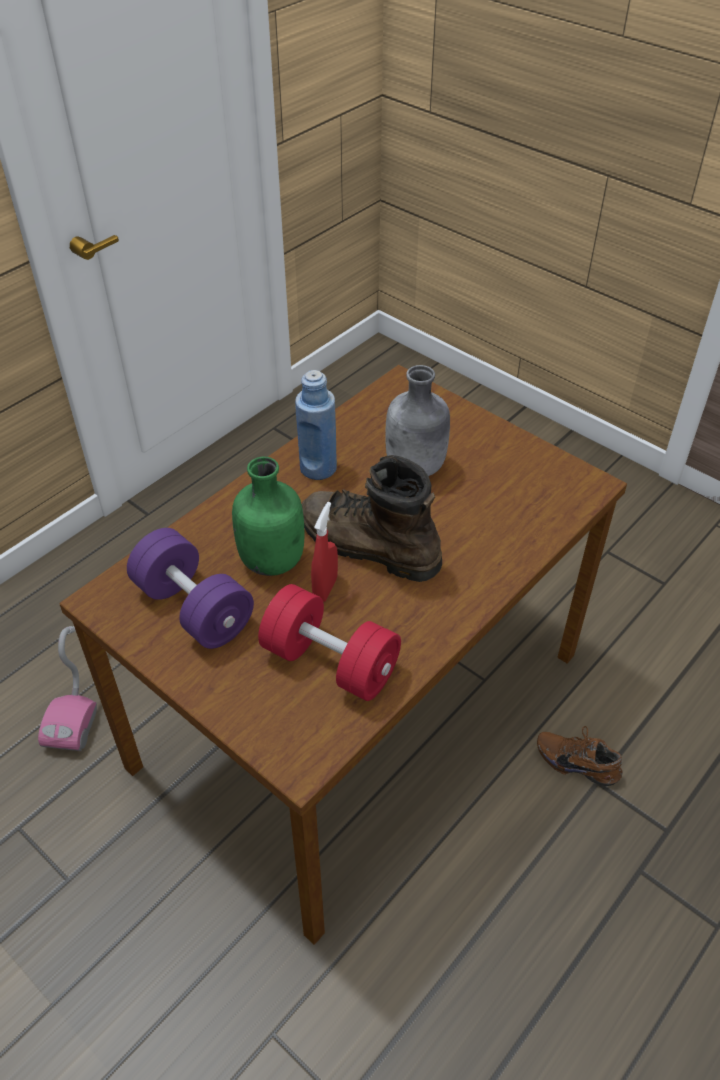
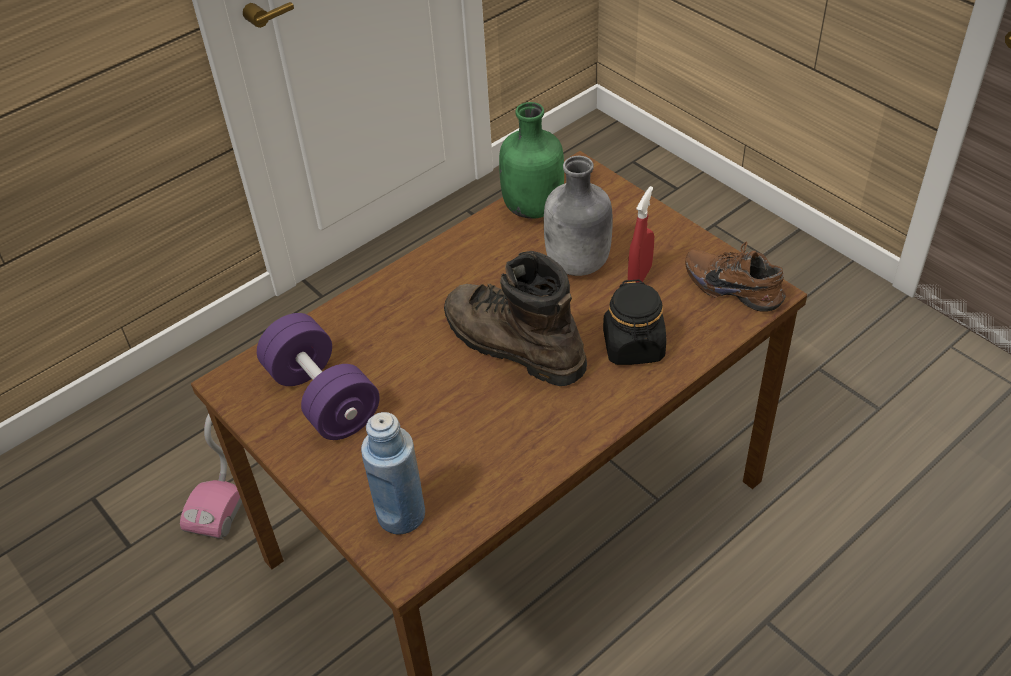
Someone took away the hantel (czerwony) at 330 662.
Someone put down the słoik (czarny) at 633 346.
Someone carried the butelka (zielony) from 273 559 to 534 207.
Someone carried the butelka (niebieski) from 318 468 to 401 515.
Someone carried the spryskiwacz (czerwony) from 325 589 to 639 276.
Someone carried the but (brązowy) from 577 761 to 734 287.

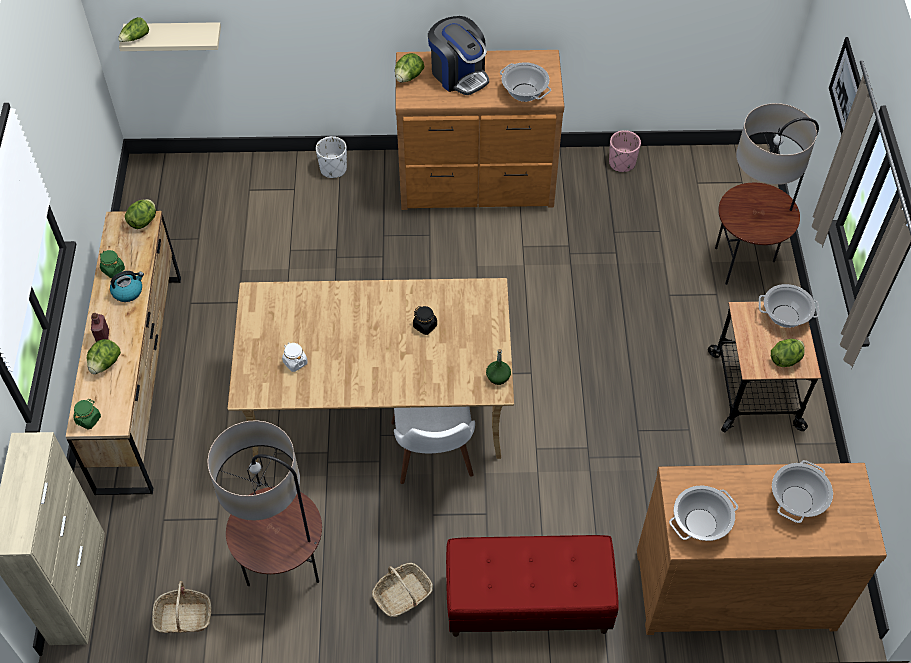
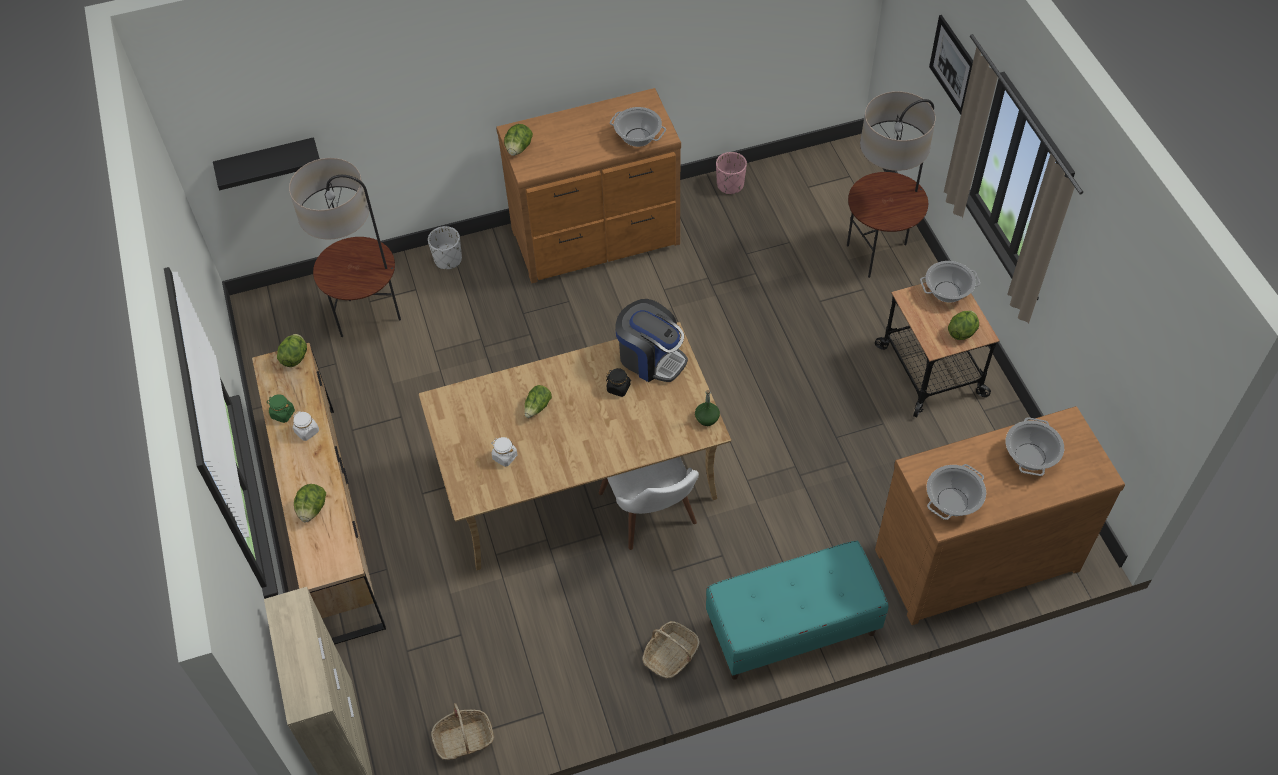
Someone took away the słoik (zielony) at 88 419.
Someone took away the butelka (czerwony) at 103 337.
Someone carried the sałata from 135 38 to 537 407.
Someone carried the lampa stojąca from 284 570 to 369 318.
Someone carried the ekspres do kawy from 459 74 to 651 358.
Someone swapped the czajnik at 128 291 for the słoik (biały) at 307 431.
Someone repainted the półka (beżowy) at 174 35, which became the półka (czarny) at 267 161.
Someone repainted the ławka (czerwony) at 527 604, which became the ławka (turkusowy) at 792 629.

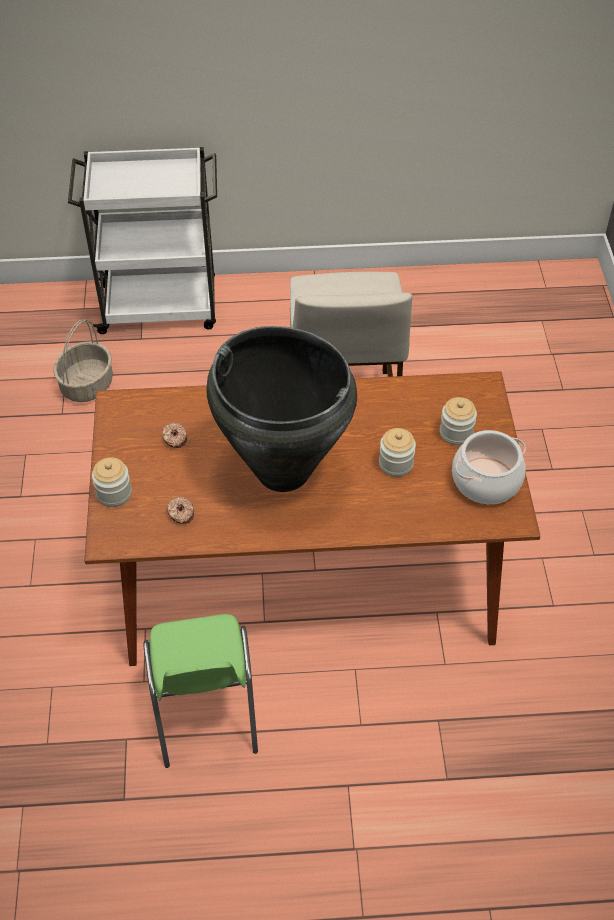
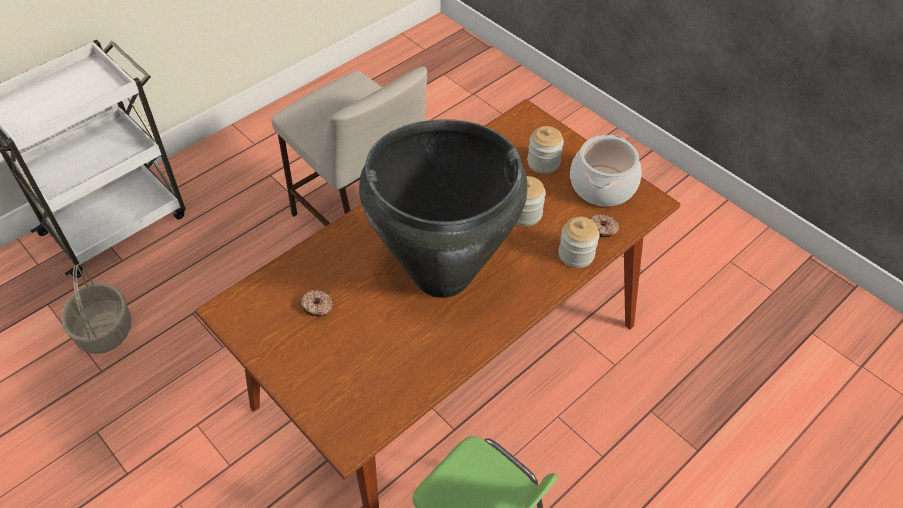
Someone carried the słoik from 114 493 to 576 254.
Someone carried the donut from 180 513 to 602 229.

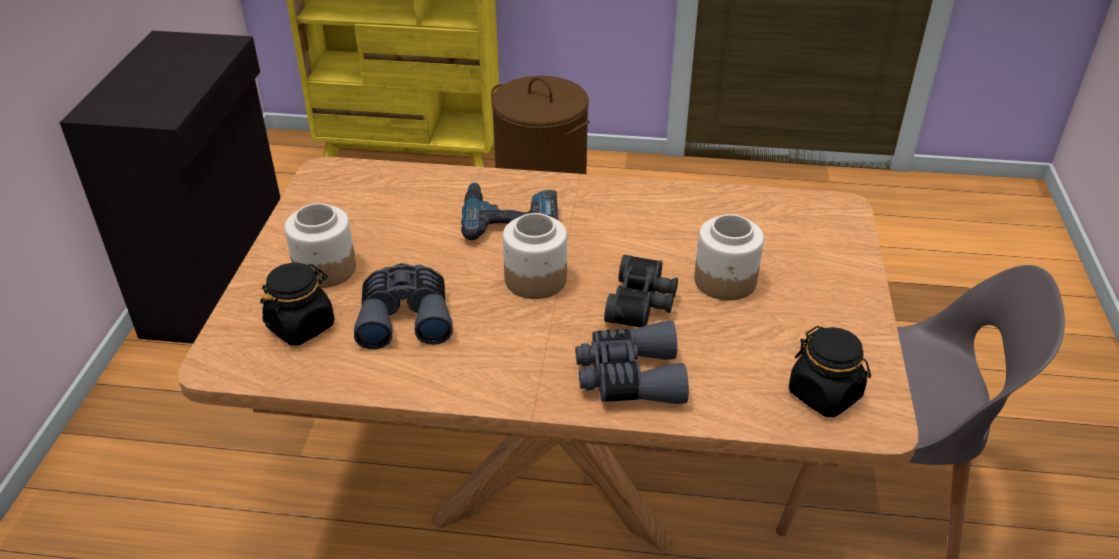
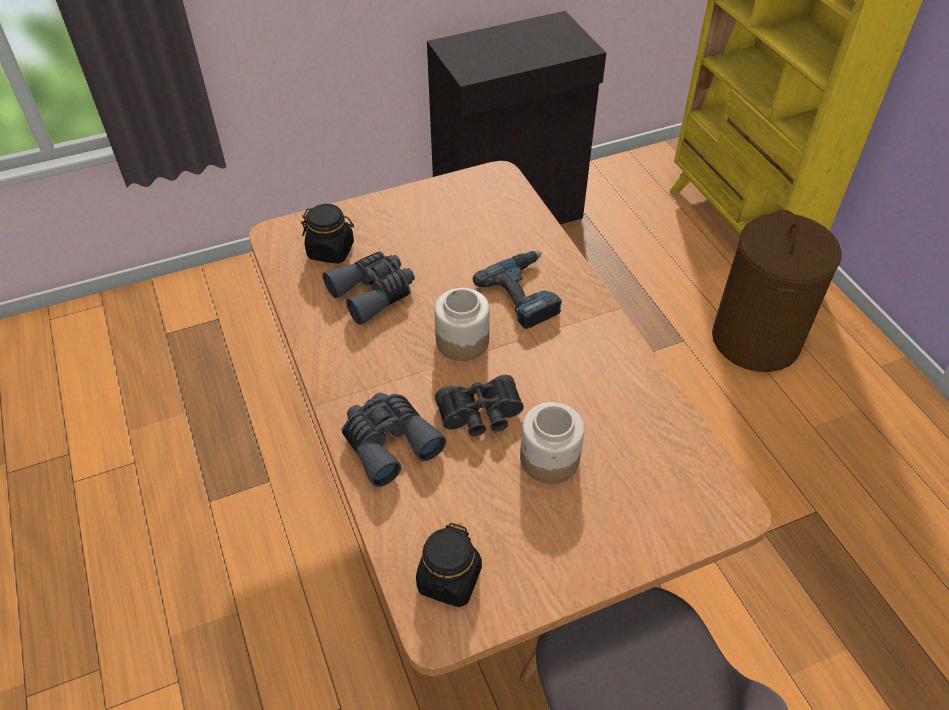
Someone took away the słoik at 324 269.

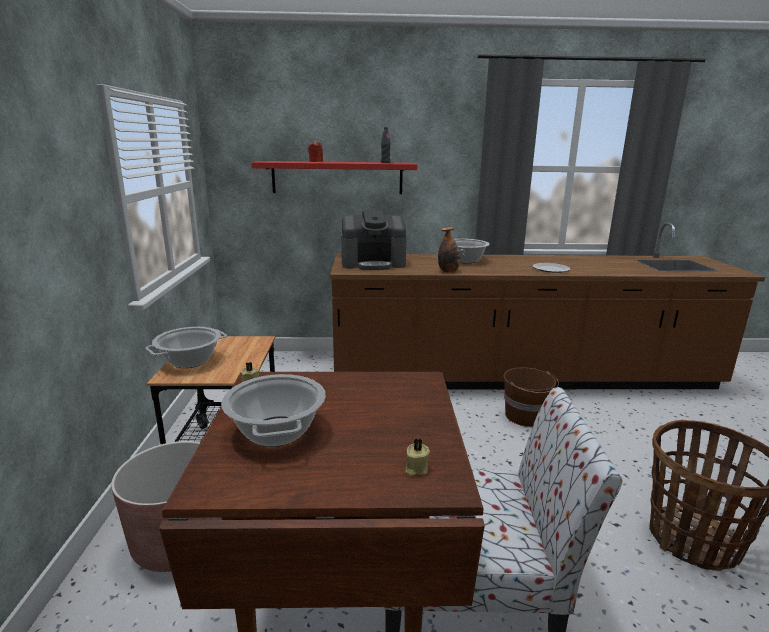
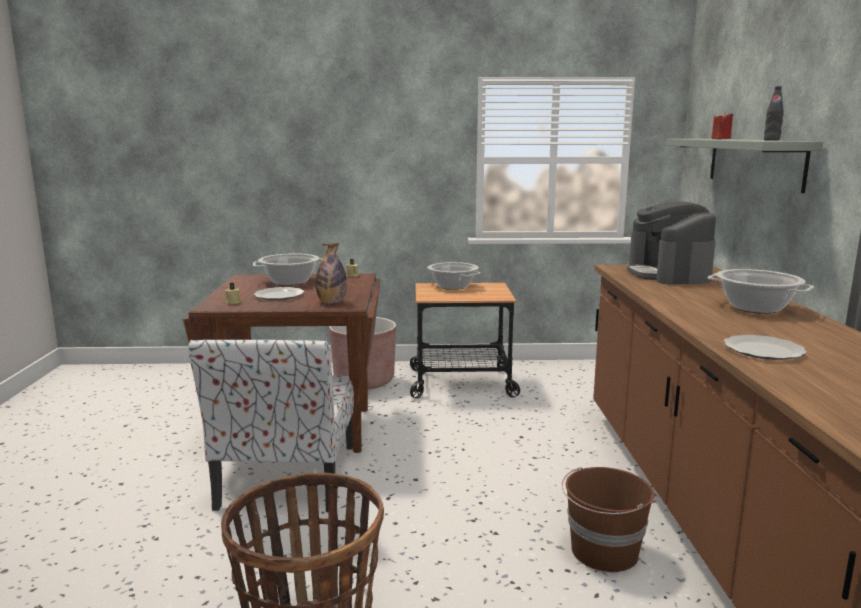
Someone put down the talerz at 279 296.
Someone carried the butelka from 448 271 to 331 302.
Someone repainted the półka (czerwony) at 337 177, which became the półka (szary) at 754 162.

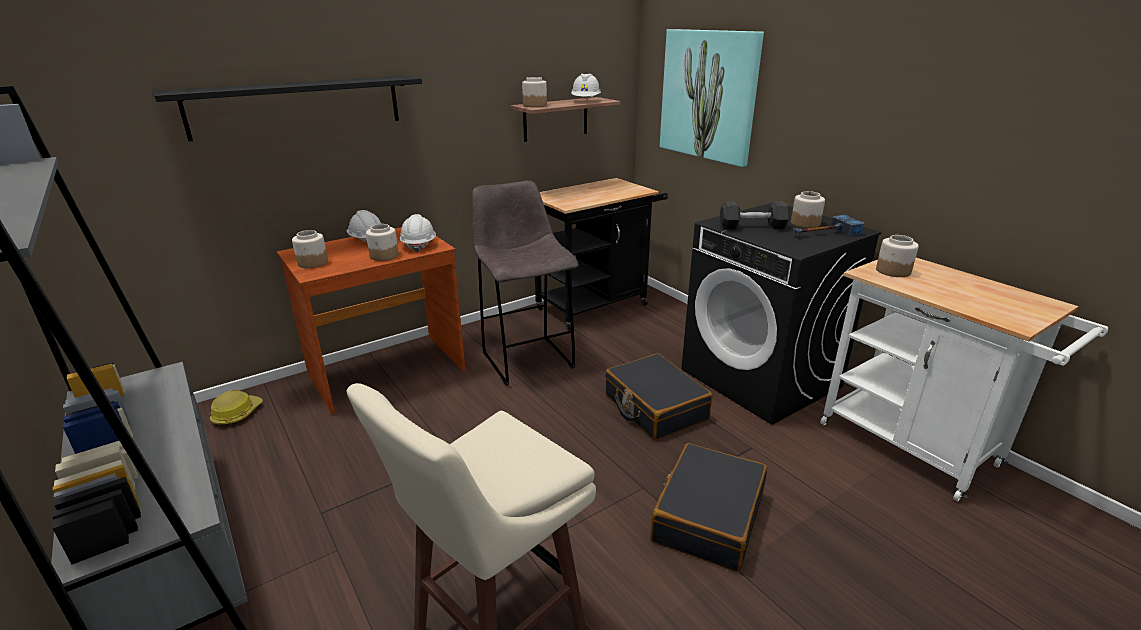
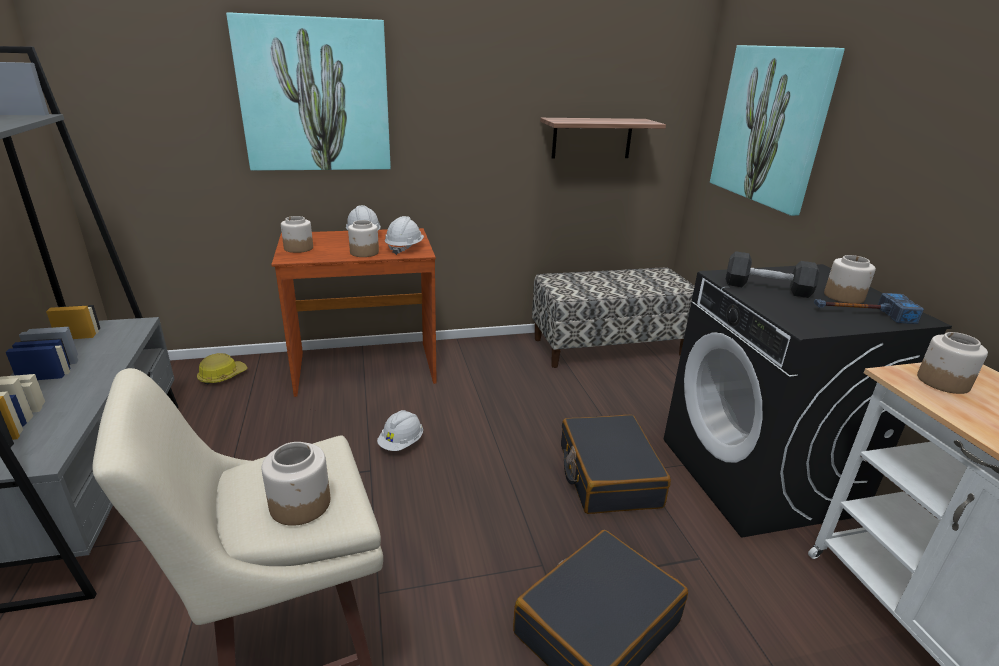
Someone took away the stołek (szary) at 526 359.
Someone carried the słoik from 535 105 to 301 504.
Someone carried the kask (biały) from 586 101 to 401 443.
Someone swapped the półka (czarny) at 297 106 for the obraz at 315 96.
Someone swapped the wózek (czarny) at 597 305 for the ławka at 608 346.

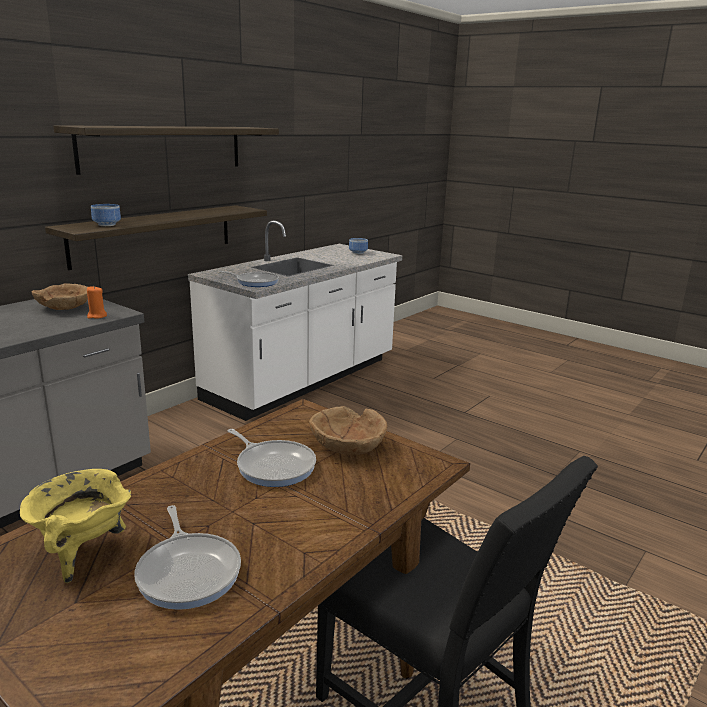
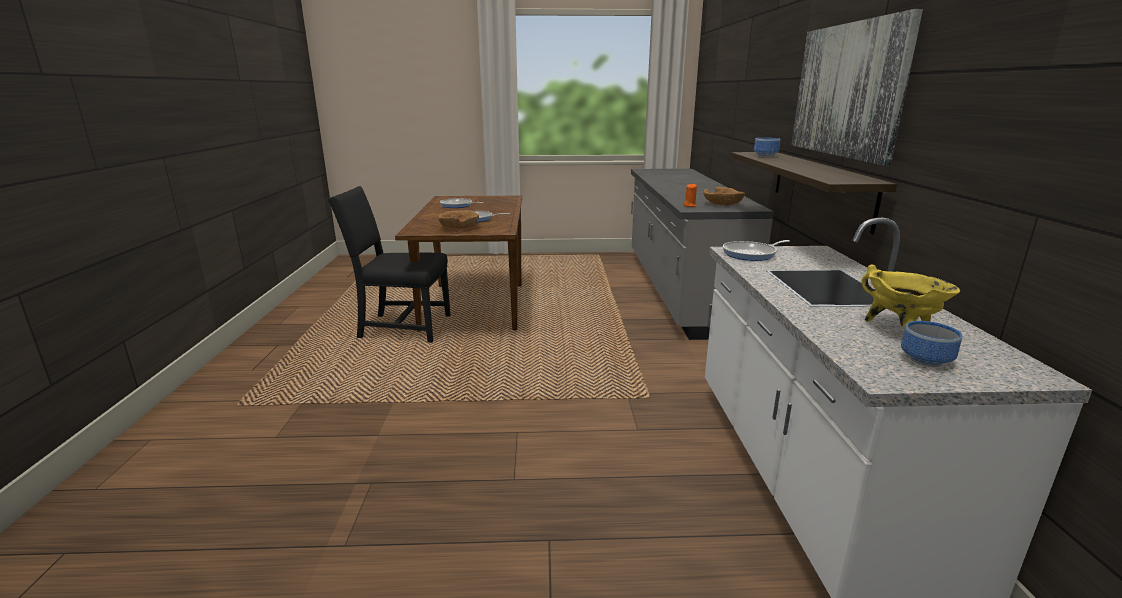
Someone carried the garnek (żółty) from 83 553 to 900 330.
Someone swapped the półka at 164 148 for the obraz at 848 90.

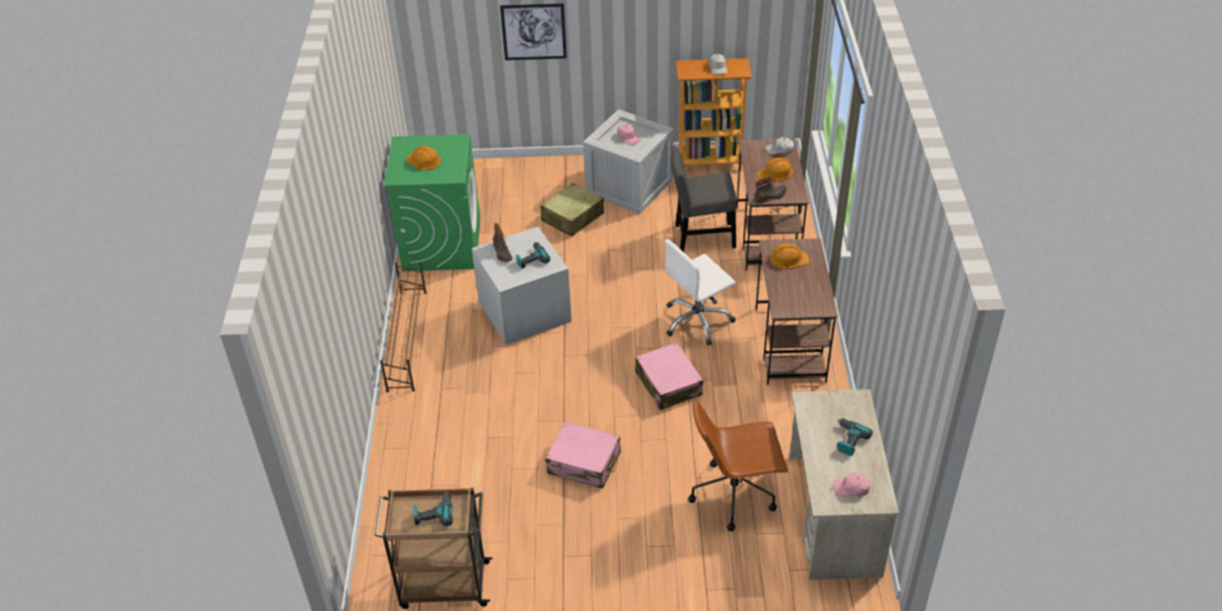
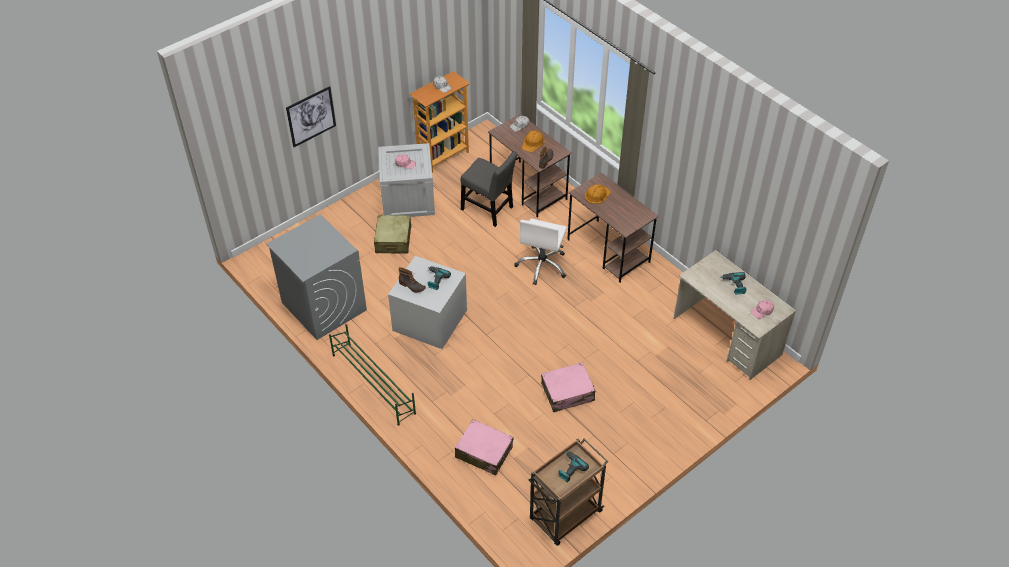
Someone took away the kask (pomarańczowy) at 423 160.
Someone took away the krzesło biurowe (brązowy) at 735 494.
Someone carried the walizka (różowy) from 668 383 to 484 452.
Someone repainted the regał na buty (brązowy) at 407 339, which became the regał na buty (zielony) at 373 383.
Someone repainted the pralka (zielony) at 441 244, which became the pralka (szary) at 323 306.
Someone rotated the krzesło (szary) at 701 237 by 105 degrees counterclockwise.

